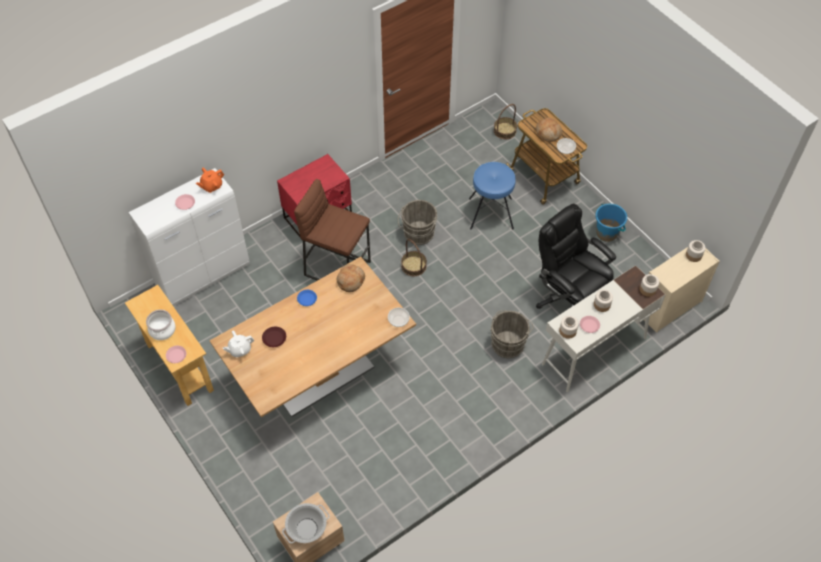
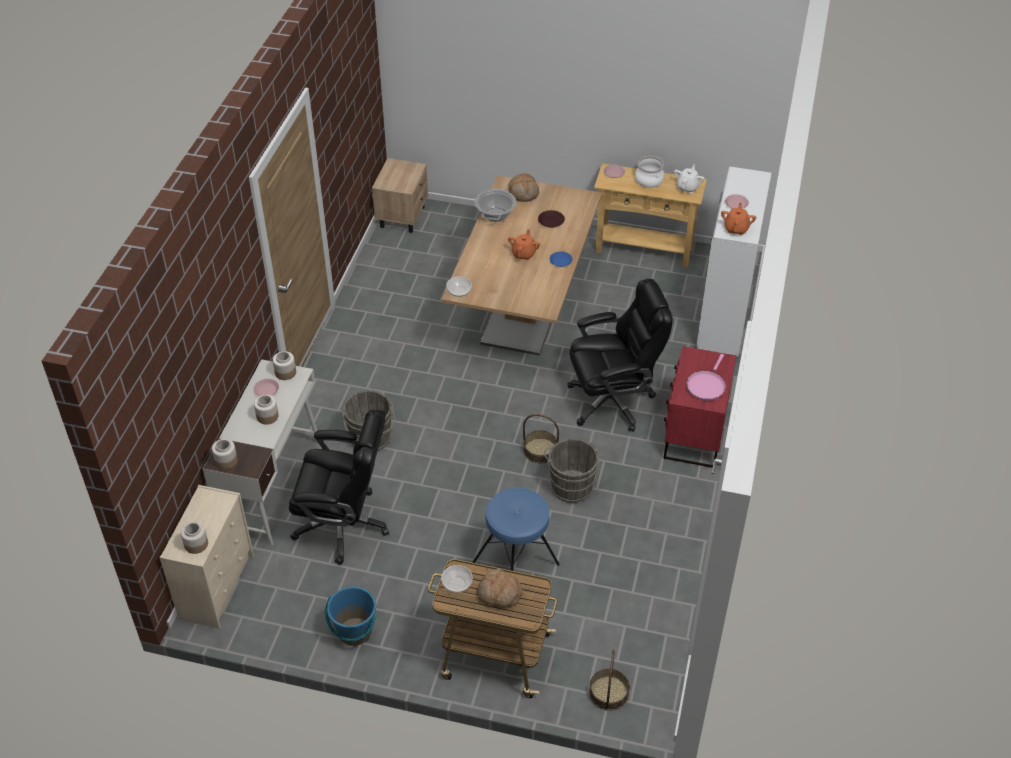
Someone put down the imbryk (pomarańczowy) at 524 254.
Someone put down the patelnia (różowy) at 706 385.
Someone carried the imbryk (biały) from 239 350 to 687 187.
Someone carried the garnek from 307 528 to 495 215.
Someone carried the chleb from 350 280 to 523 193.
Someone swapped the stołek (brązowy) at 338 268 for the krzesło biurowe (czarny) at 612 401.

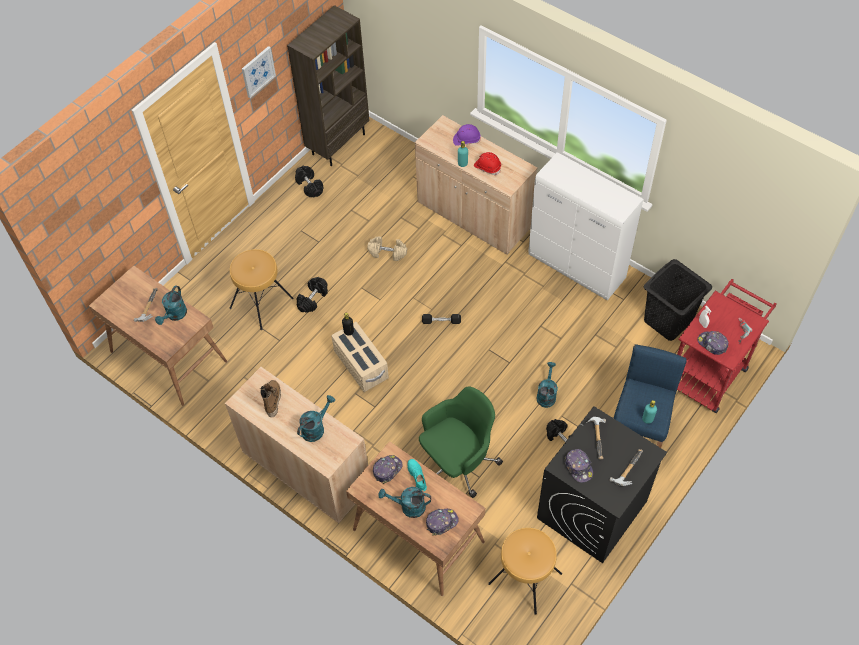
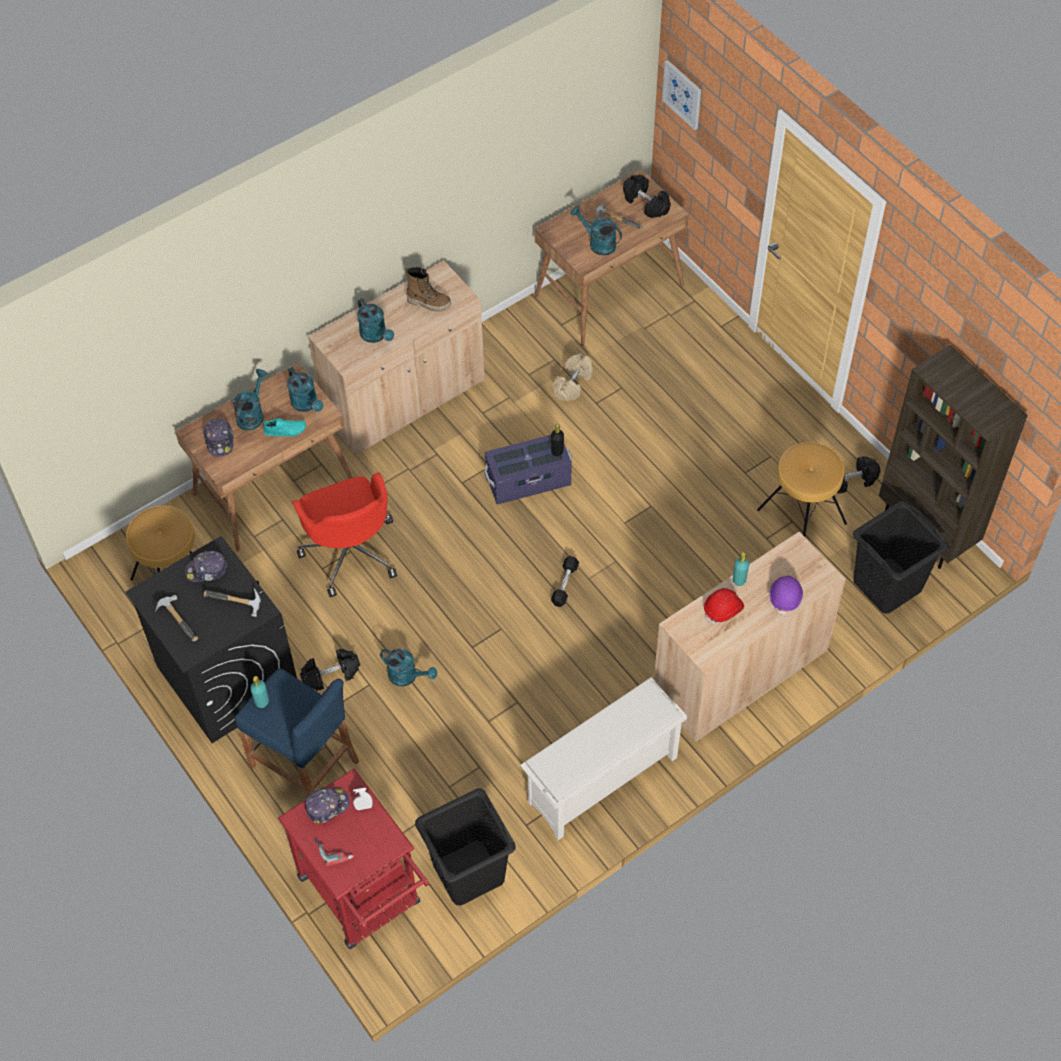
Someone put down the kosz na pranie (czarny) at 888 585.
Someone carried the stołek (brązowy) from 262 303 to 801 517.
Someone carried the obraz from 258 71 to 682 94.
Someone carried the hantel (czarny) from 313 299 to 645 203.
Someone carried the hantel (beżowy) from 387 253 to 573 384.
Someone swapped the czapka z daszkiem at 387 469 for the konewka (turkusowy) at 307 404.
Someone swapped the szafka (biały) at 577 267 for the regał na buty (biały) at 602 781.
Someone repainted the pojemnik do przechowywania (beżowy) at 361 365, which became the pojemnik do przechowywania (fioletowy) at 528 481.
Someone repainted the krzesło biurowe (zielony) at 458 462, which became the krzesło biurowe (czerwony) at 350 551.

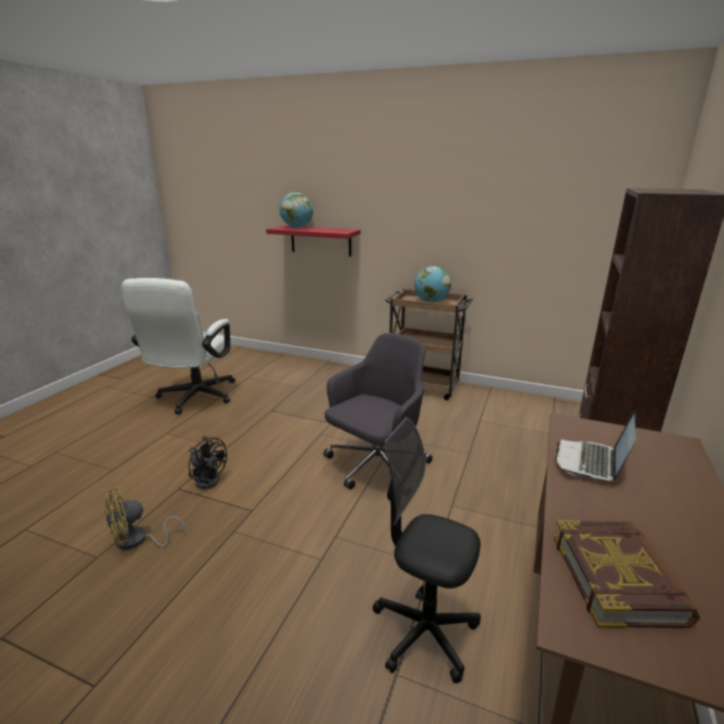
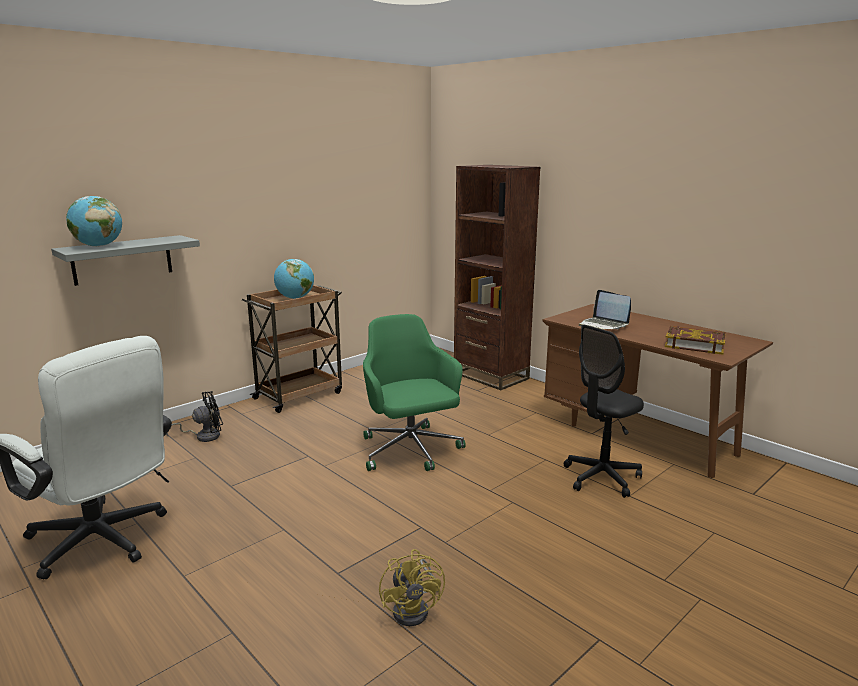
Someone carried the wentylator (czarny) from 208 478 to 203 436.
Someone repainted the półka (czerwony) at 320 240, which became the półka (szary) at 122 260.
Someone repainted the krzesło biurowe (szary) at 376 467, which became the krzesło biurowe (zielony) at 410 451.

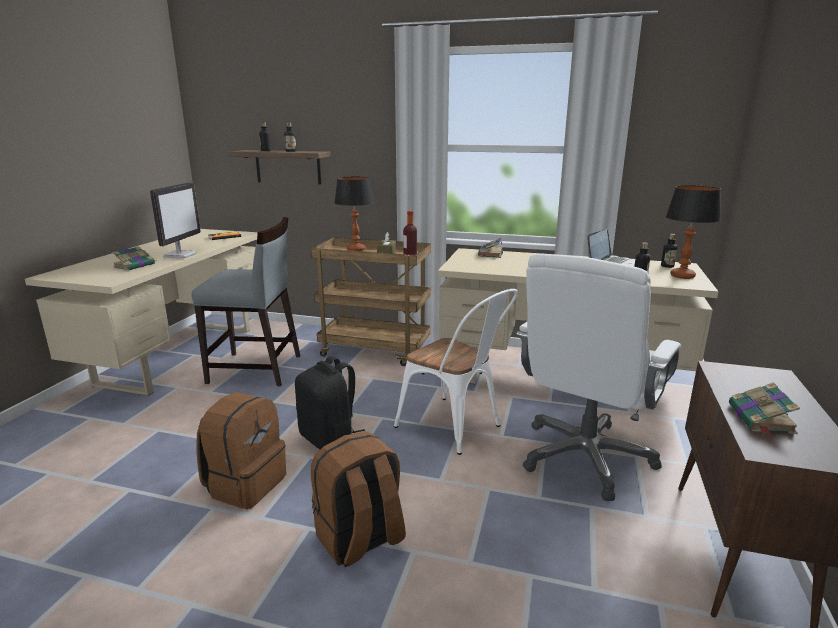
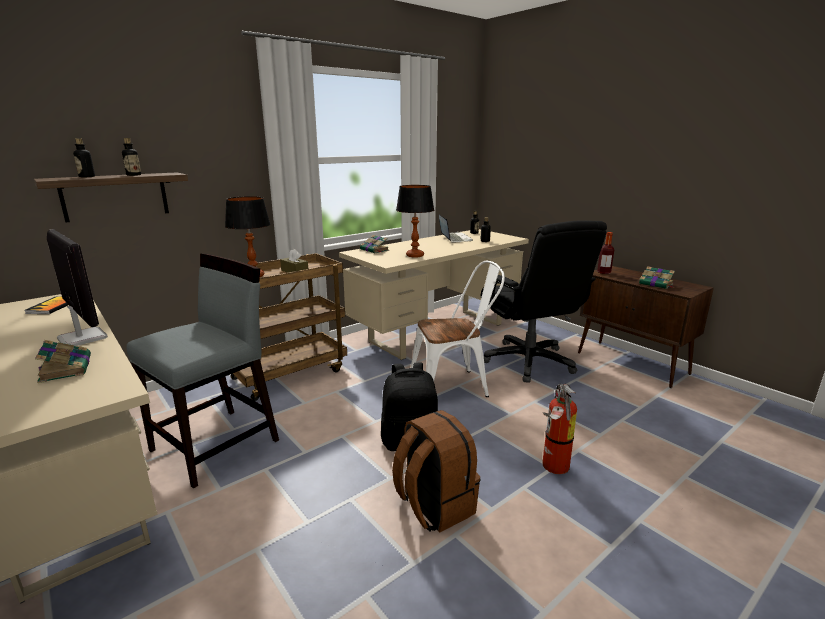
Someone carried the butelka from 410 254 to 604 272.
Someone carried the lampa stołowa from 682 276 to 414 255.
Someone swapped the plecak (brązowy) at 360 540 for the gaśnica at 554 468.
Someone repainted the krzesło biurowe (biały) at 585 457, which became the krzesło biurowe (czarny) at 529 362.

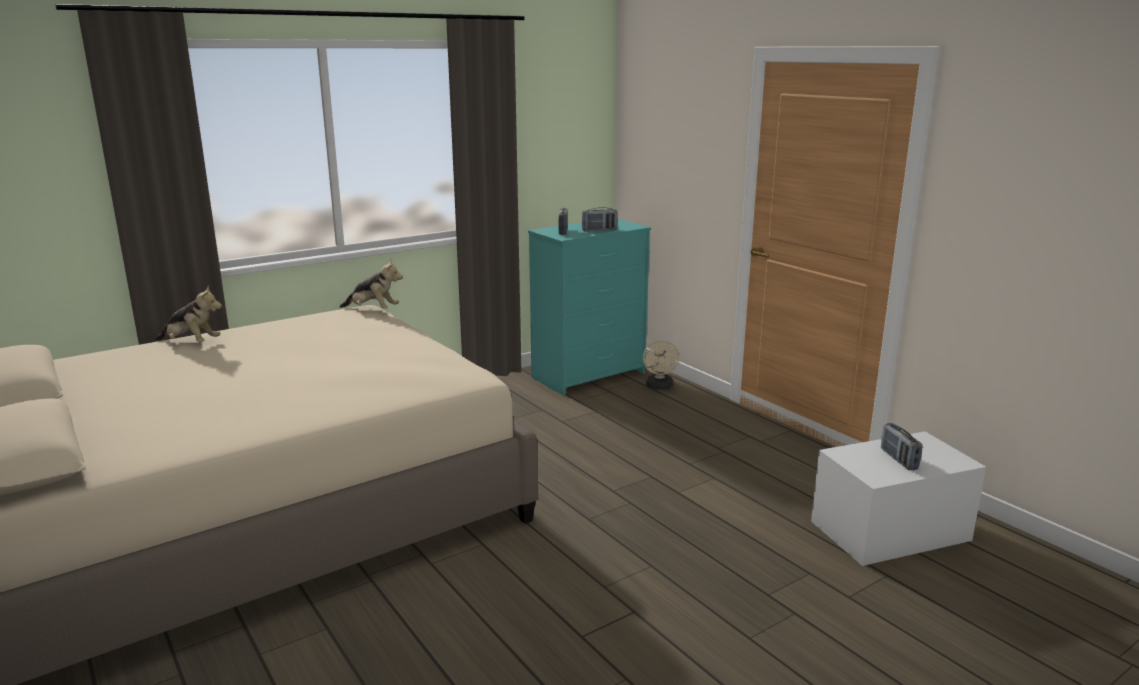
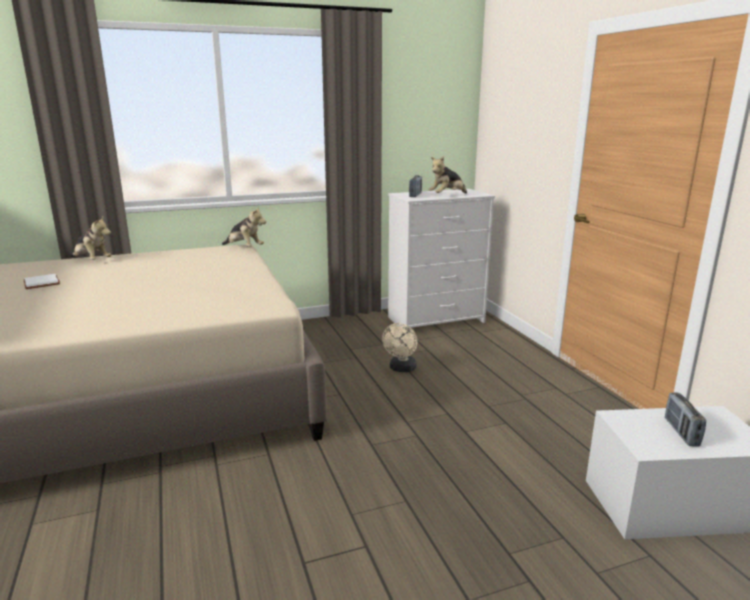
Someone put down the książka (biały) at 43 283.
Someone carried the wentylator (beżowy) from 659 387 to 401 369.
Someone swapped the radio at 599 230 for the pluszak at 447 196.
Someone repainted the komoda (turkusowy) at 589 375, which became the komoda (biały) at 436 319.

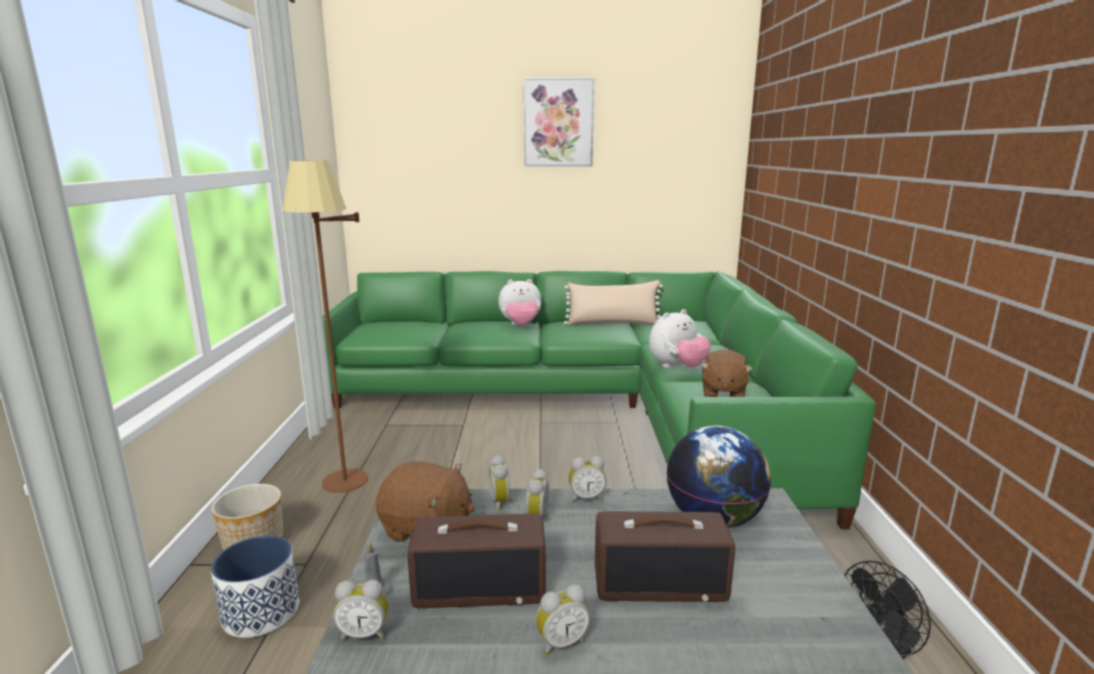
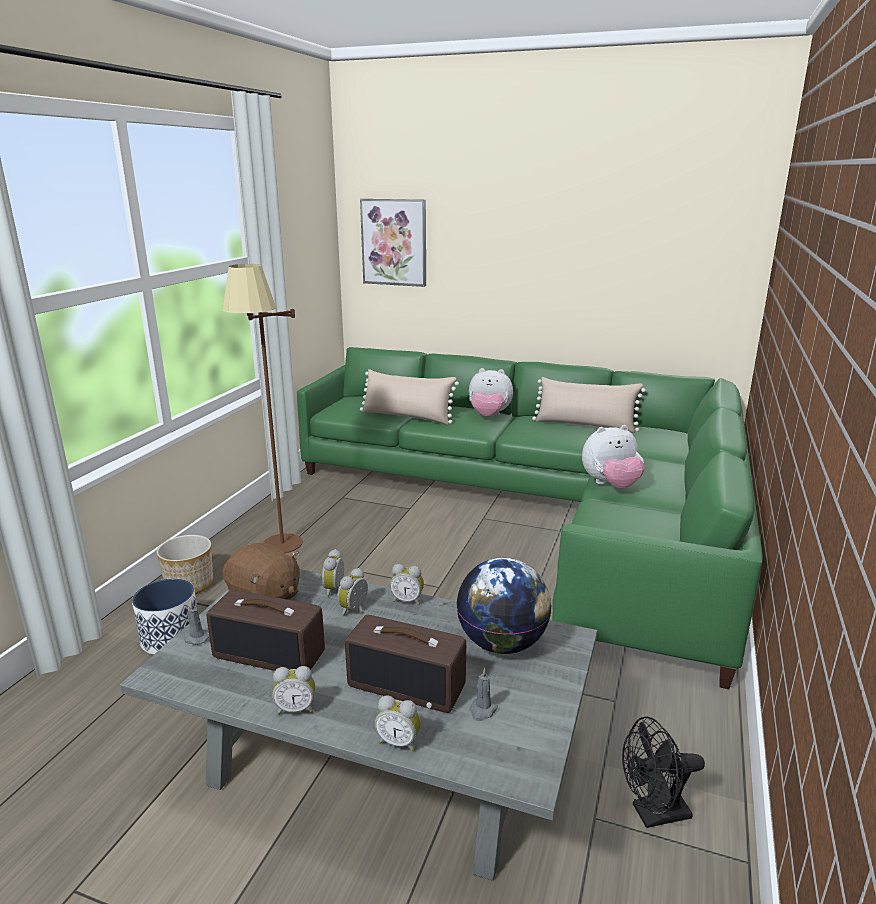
Someone took away the pluszak (brązowy) at 722 393.
Someone put down the poduszka (beżowy) at 407 416.
Someone put down the świeca (szary) at 482 710.
Someone carried the budzik from 364 633 to 399 742.
Someone carried the obraz from 558 123 to 394 242.

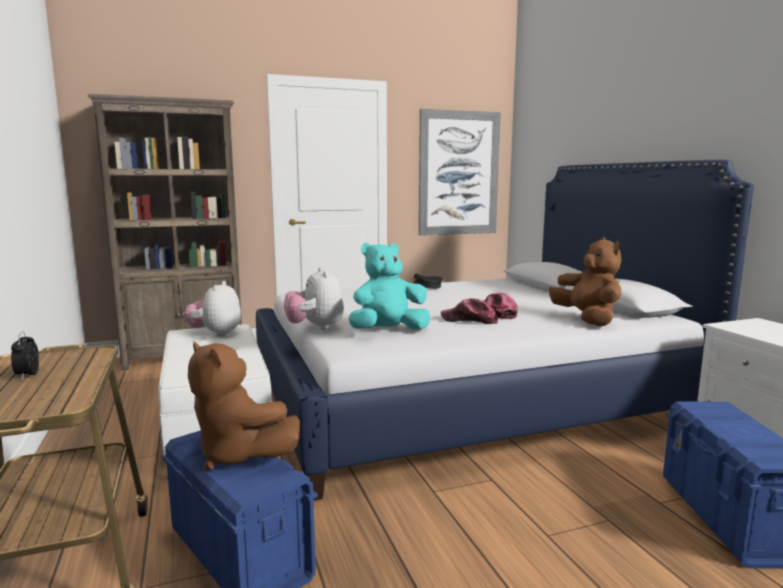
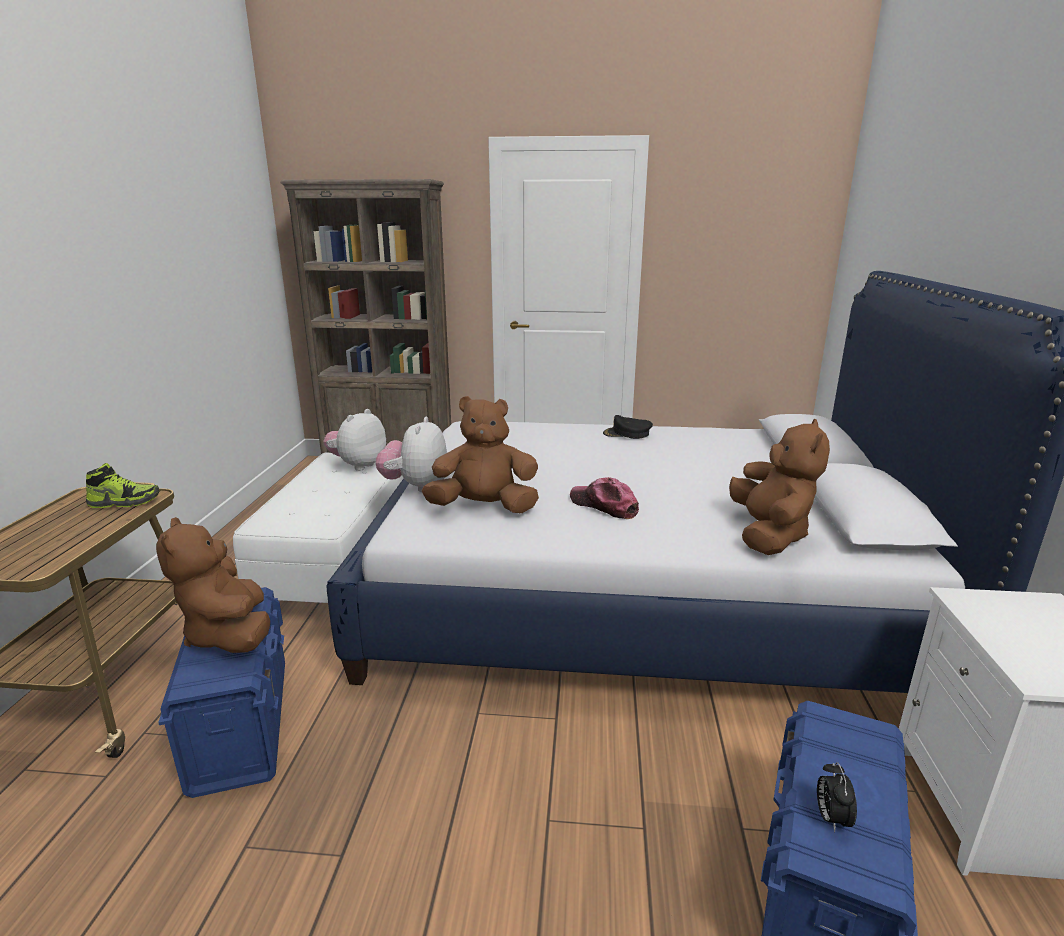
Someone took away the obraz at 459 173.
Someone took away the czapka z daszkiem at 496 313.
Someone put down the but at 124 502.
Someone carried the budzik from 27 376 to 831 817.
Someone repainted the pluszak (turkusowy) at 388 331, which became the pluszak (brązowy) at 484 508.

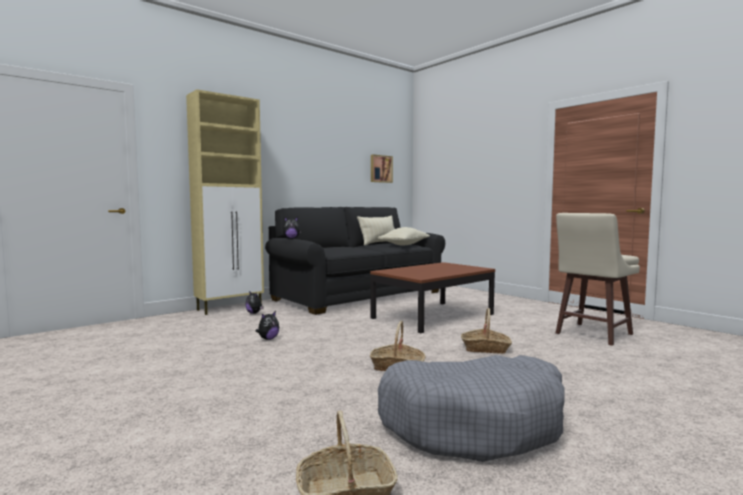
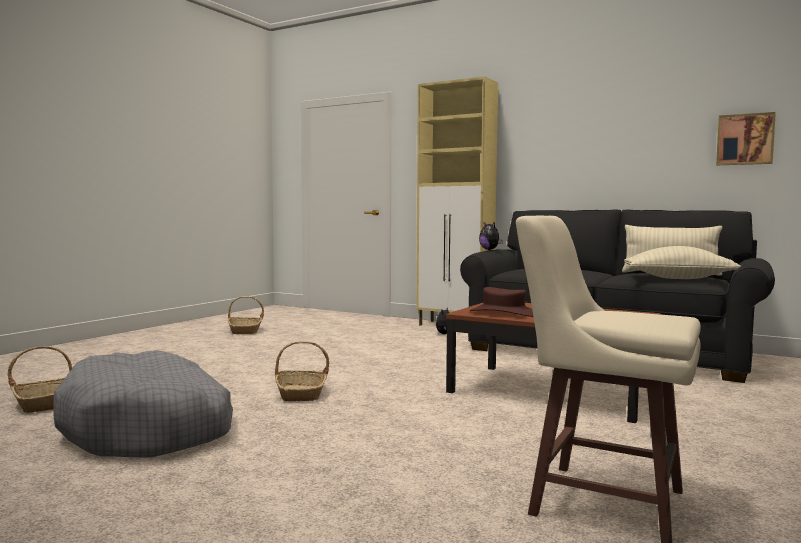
Someone took away the pluszak at 268 339.
Someone put down the kapelusz (brązowy) at 503 313.
Someone carried the koszyk from 485 348 to 245 331.

